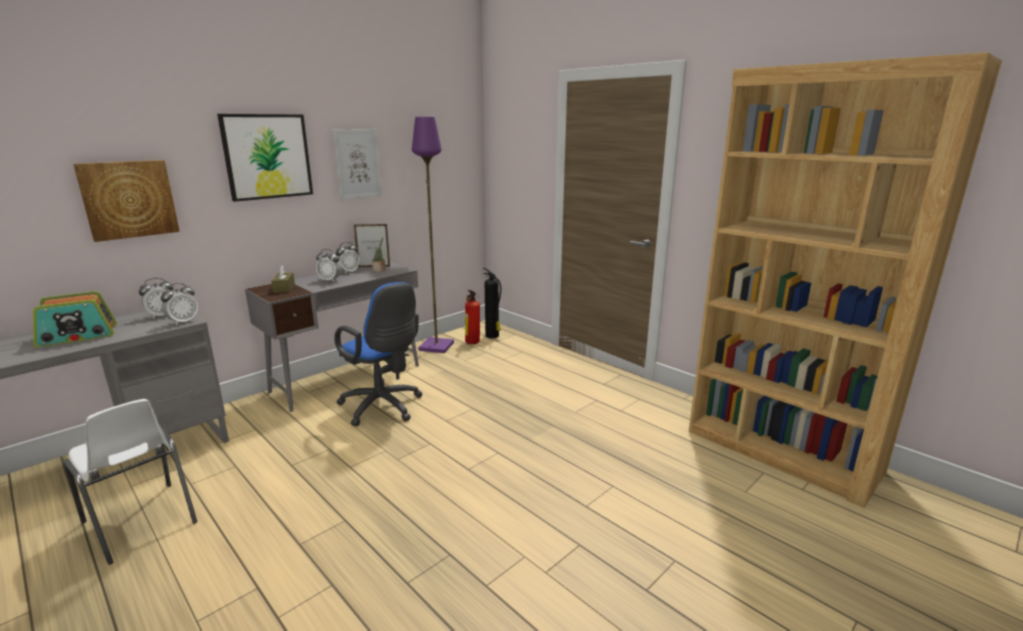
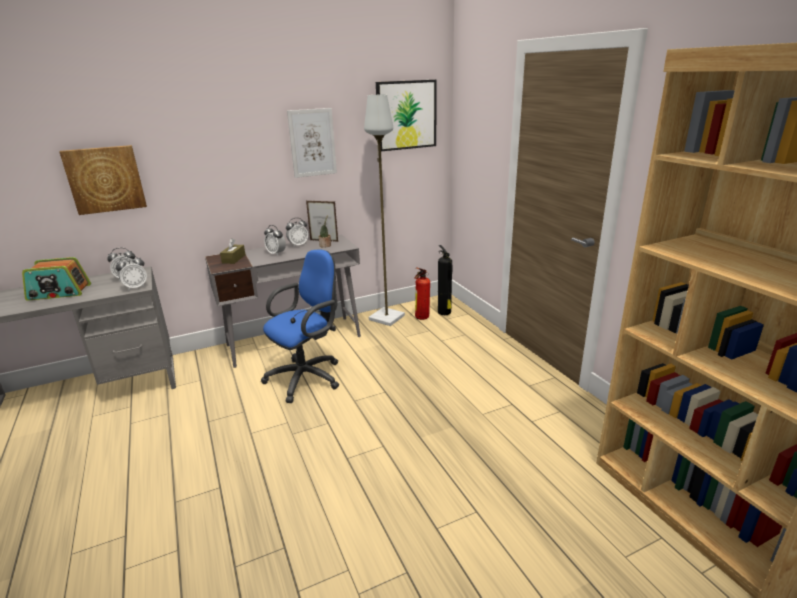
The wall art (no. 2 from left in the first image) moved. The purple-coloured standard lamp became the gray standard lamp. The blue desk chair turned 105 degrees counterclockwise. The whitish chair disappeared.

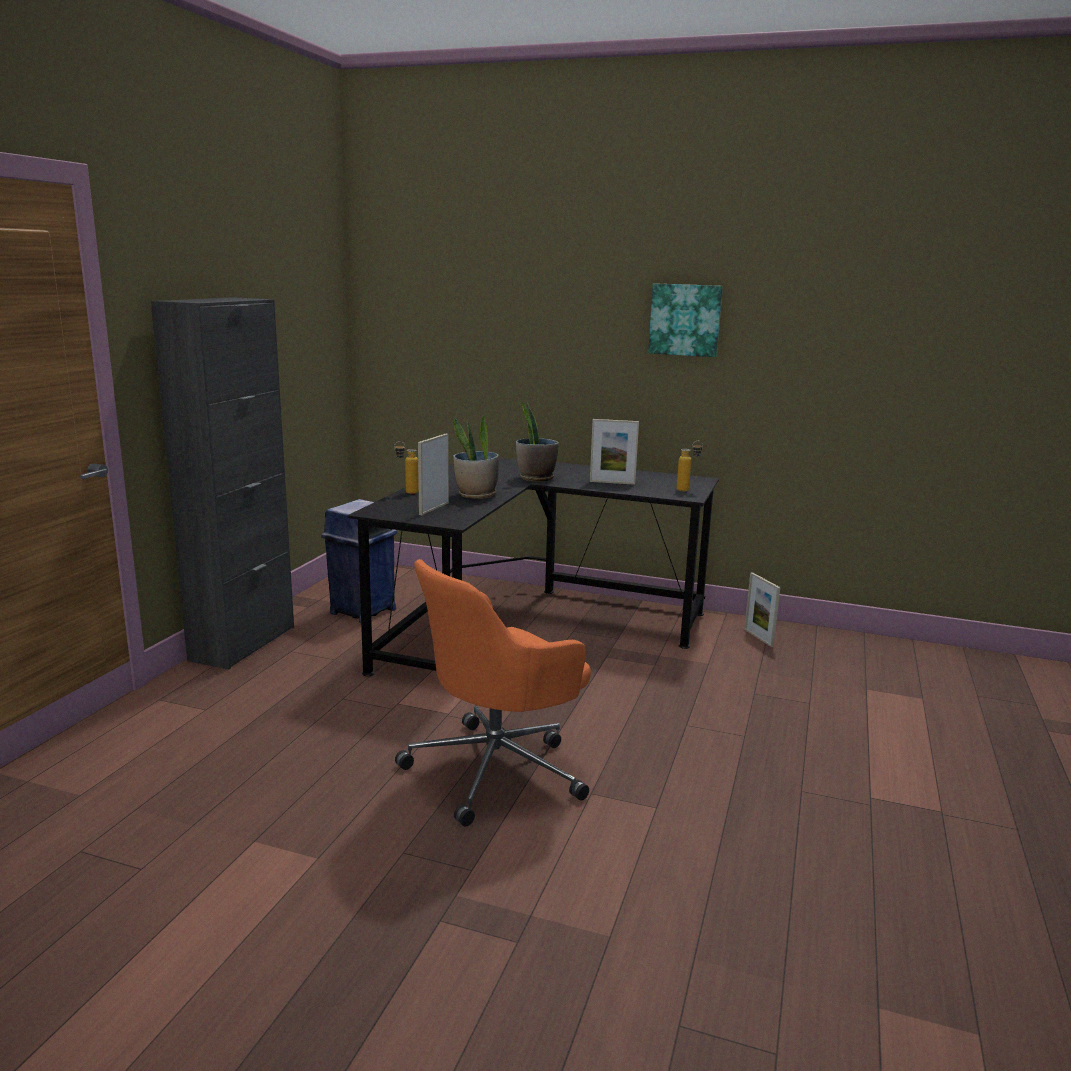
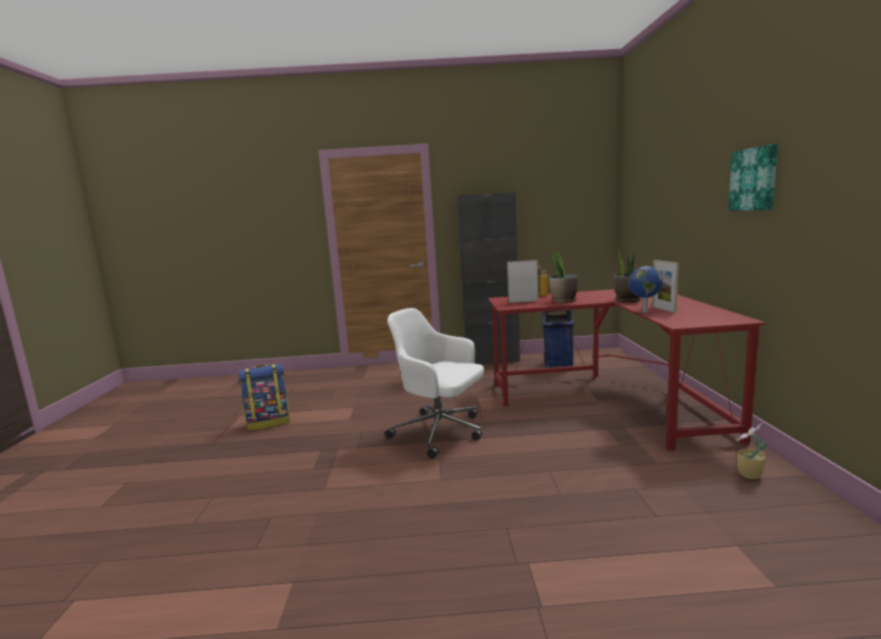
The beverage bottle (no. 2 from left) disappeared. The blackish desk unit became the red-coloured desk unit. The orangey desk chair became the whitish desk chair. The picture frame (no. 3 from left) was replaced by the potted plant (no. 3 from left). The world globe appeared. The knapsack appeared.

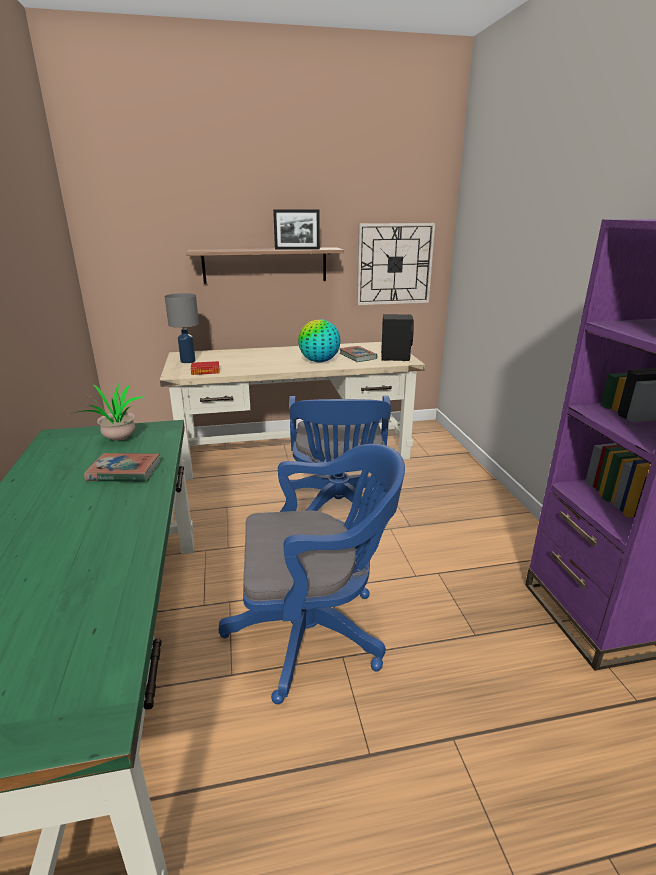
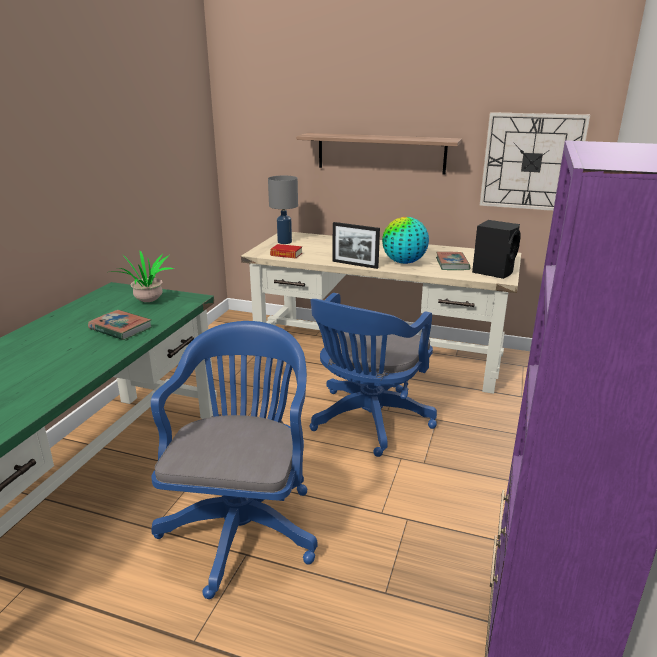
The picture frame moved. The blue desk chair (no. 1 from left) turned 105 degrees counterclockwise.

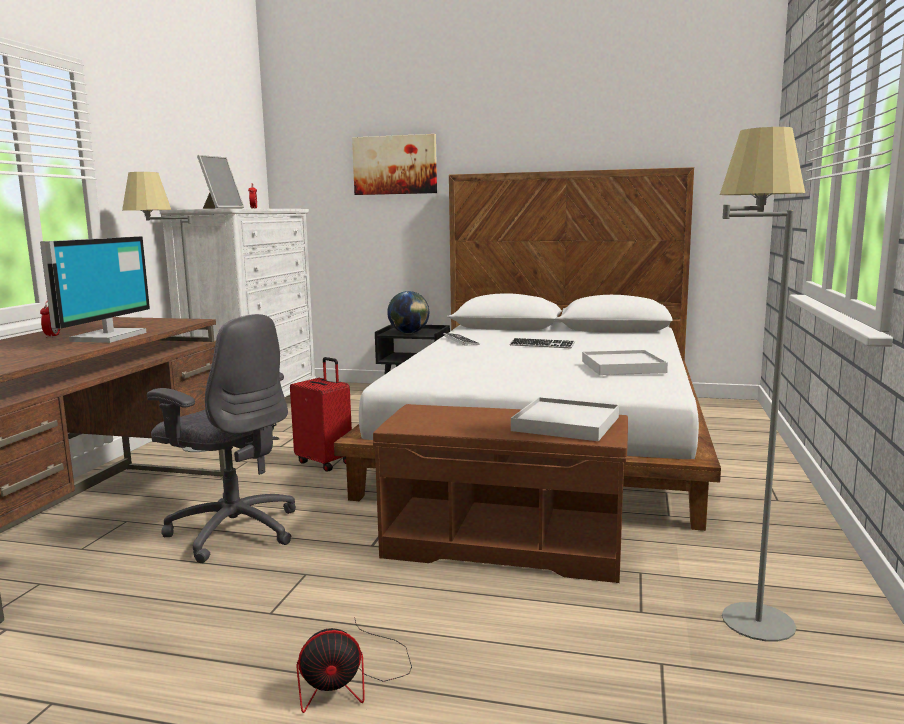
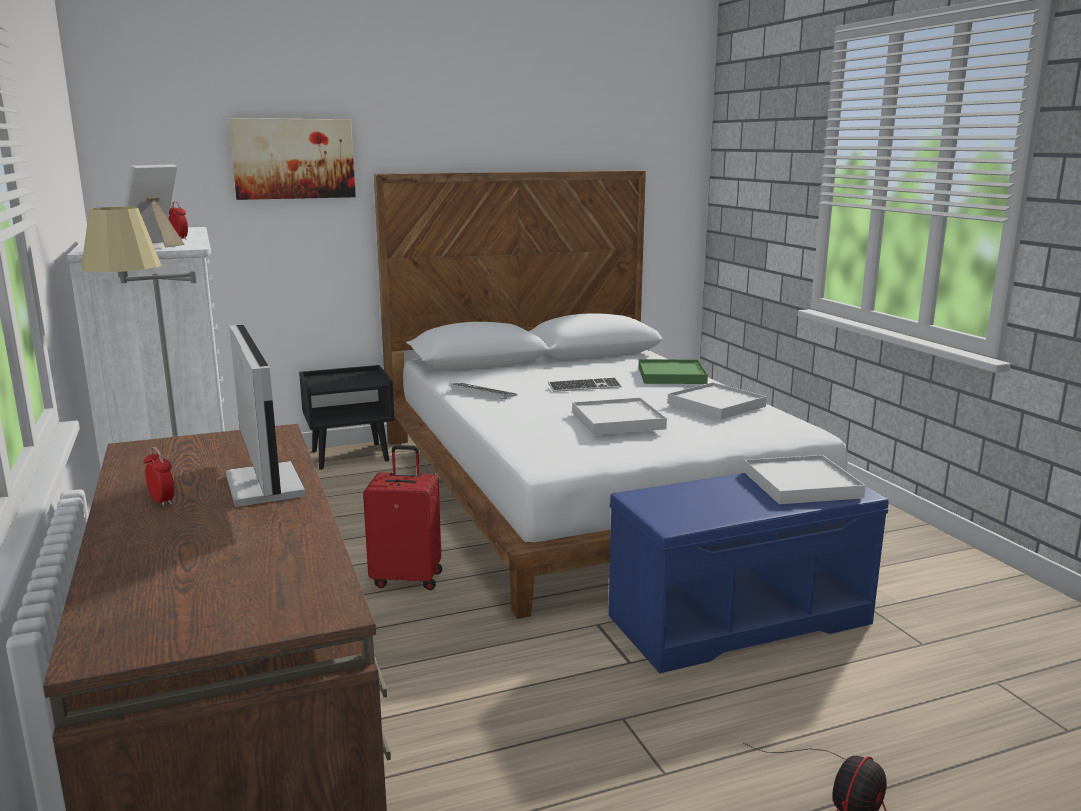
The gray standard lamp (no. 2 from left) disappeared. The picture frame turned 150 degrees counterclockwise. The world globe disappeared. The gray desk chair disappeared. The brown indoor bench became the blue indoor bench. The greenish serving tray appeared. The whitish serving tray (no. 1 from left) appeared.

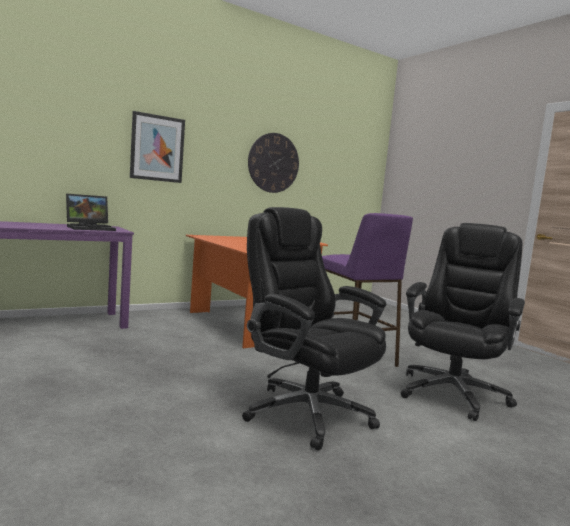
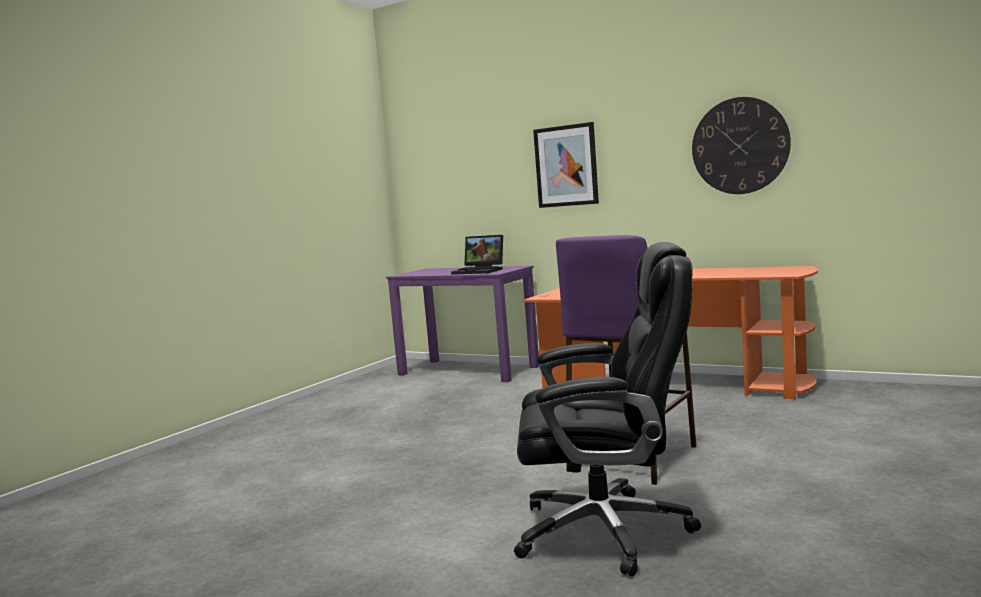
The blackish desk chair (no. 1 from left) disappeared.

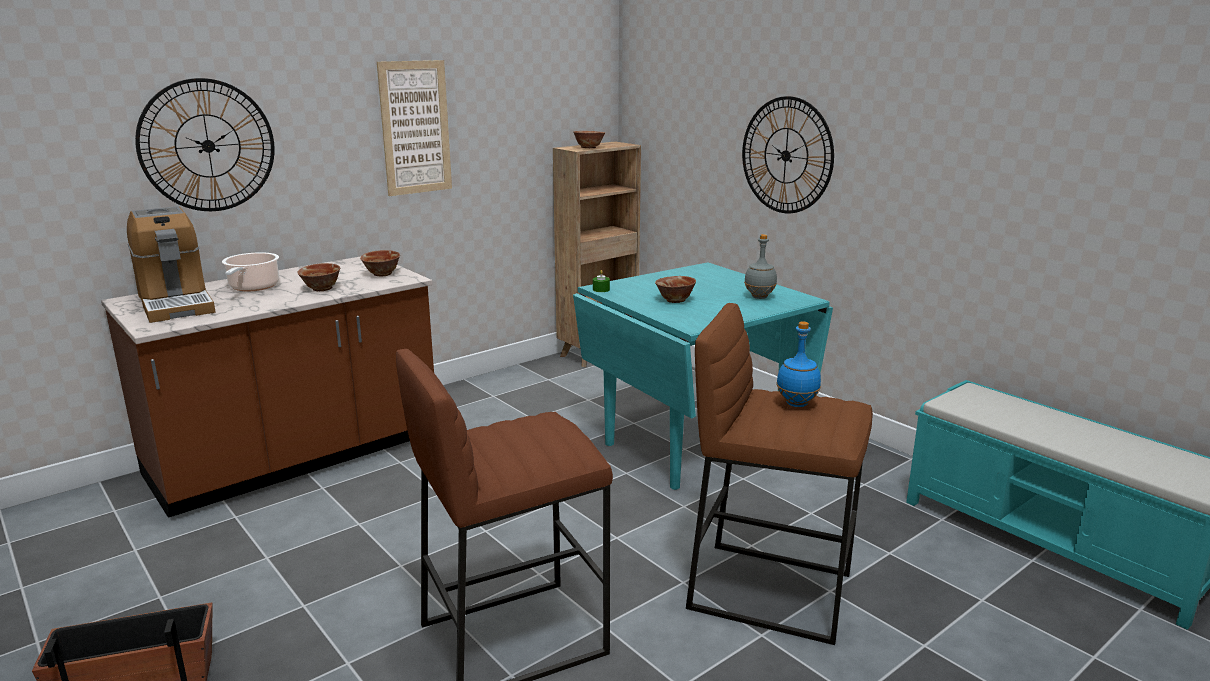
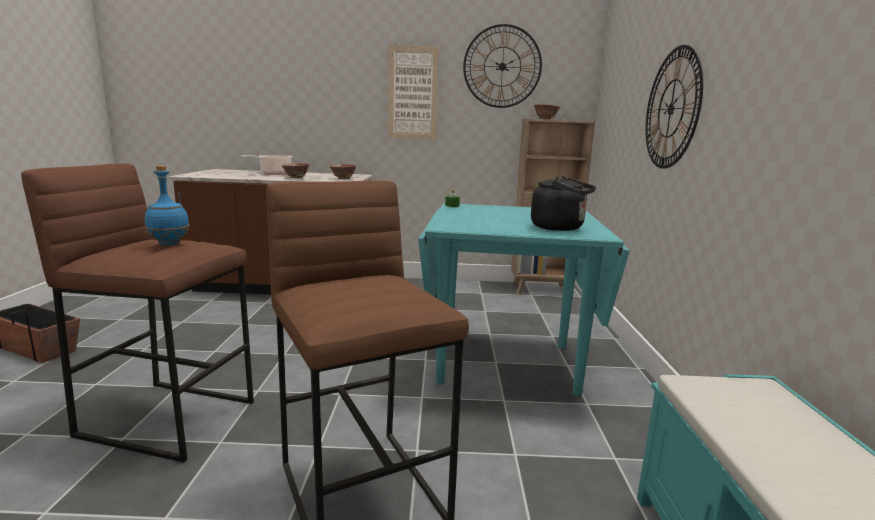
The clock on the wall (no. 1 from left) moved. The coffee machine disappeared. The gray beverage bottle was replaced by the blackish tea kettle. The bowl (no. 4 from left) disappeared. The blue beverage bottle moved.

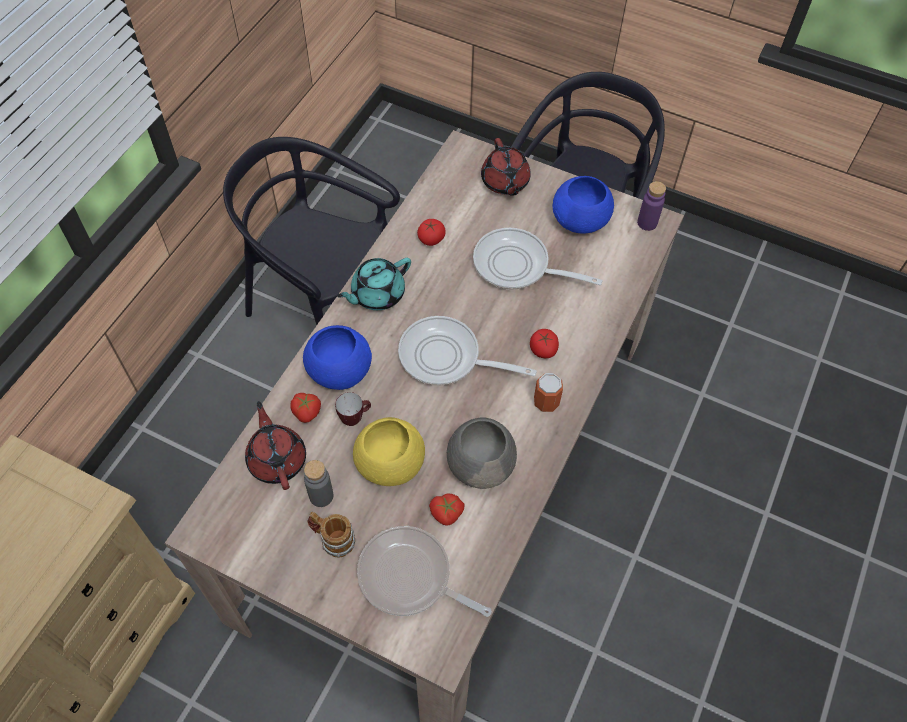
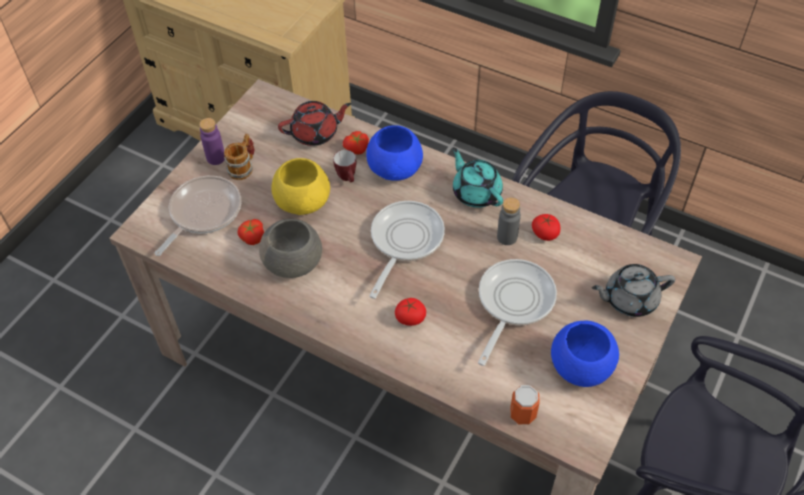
The red-coloured teapot (no. 2 from left) became the gray teapot. The purple-coloured beverage bottle moved. The sealed can moved. The gray beverage bottle moved.

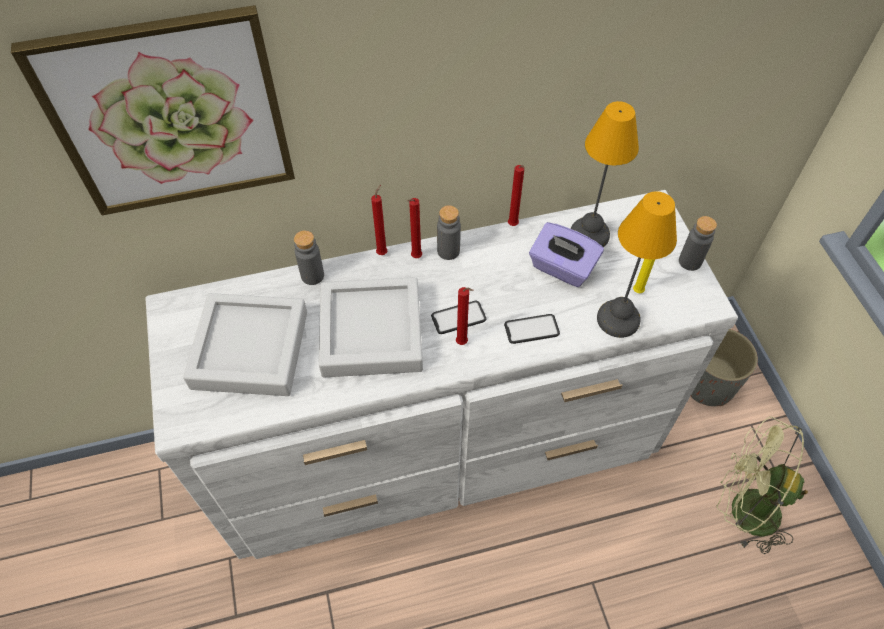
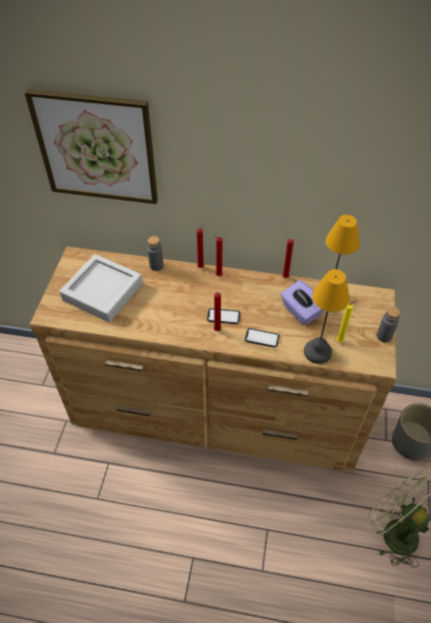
The whitish dresser became the brown dresser. The gray beverage bottle (no. 2 from left) disappeared. The gray serving tray (no. 2 from left) disappeared.

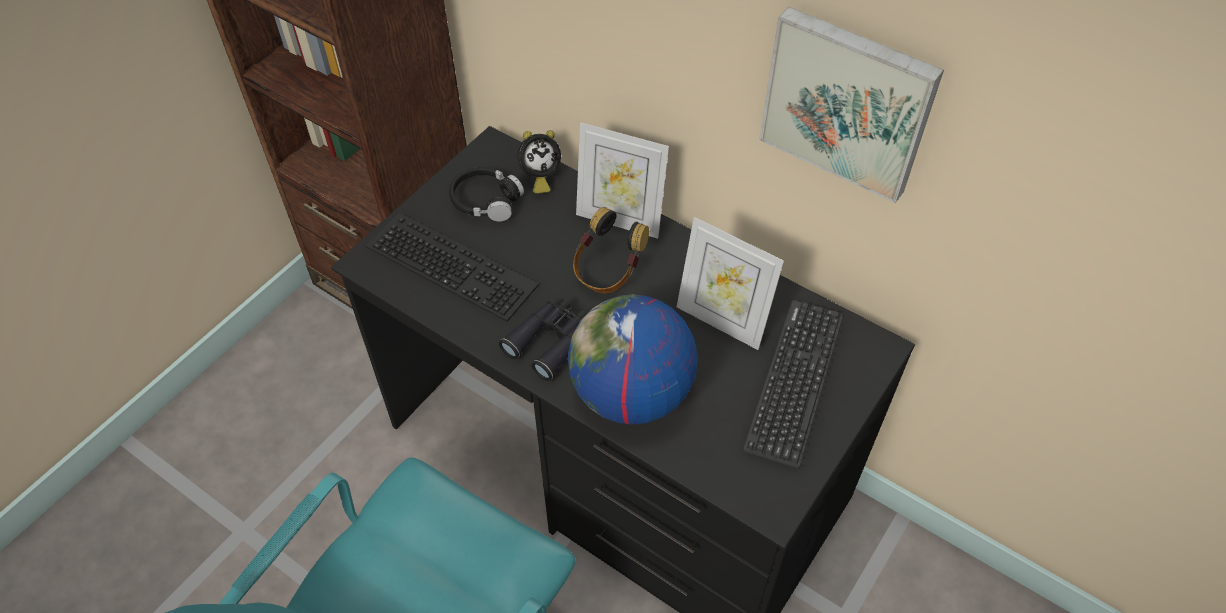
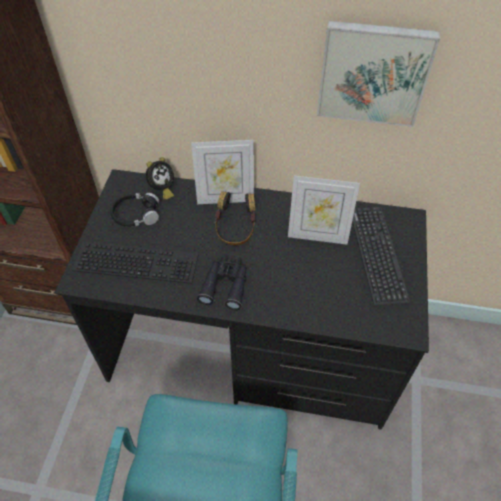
The world globe disappeared.

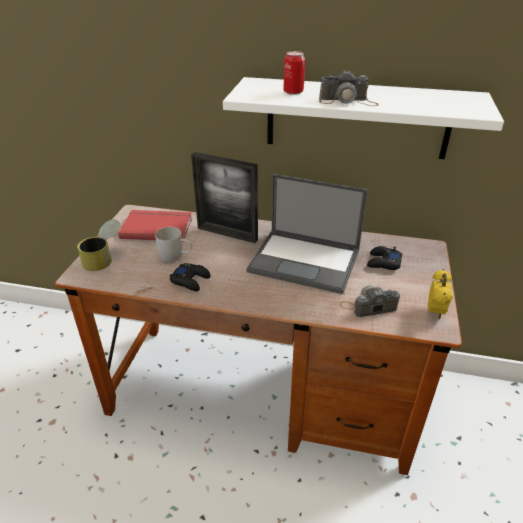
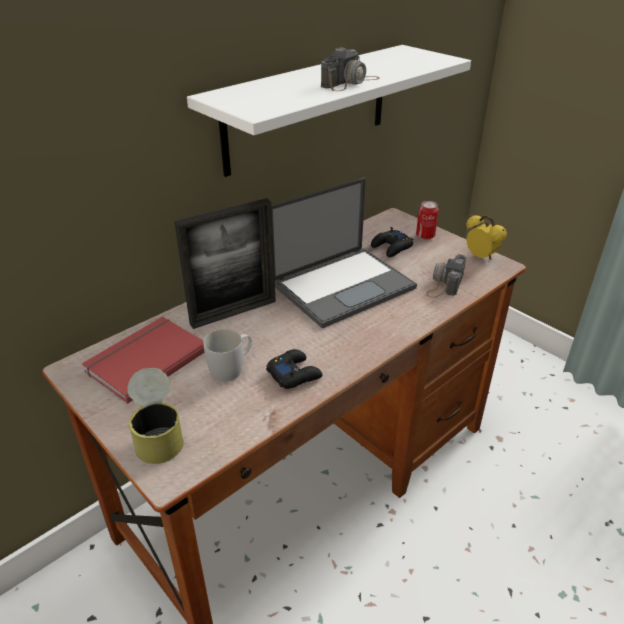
The sealed can (no. 2 from left) moved.

